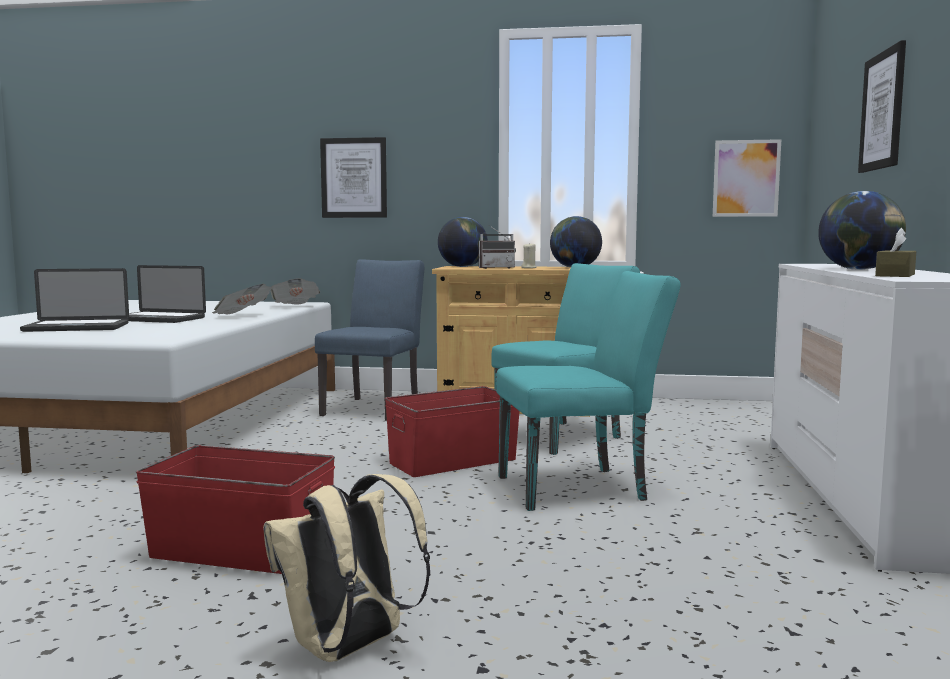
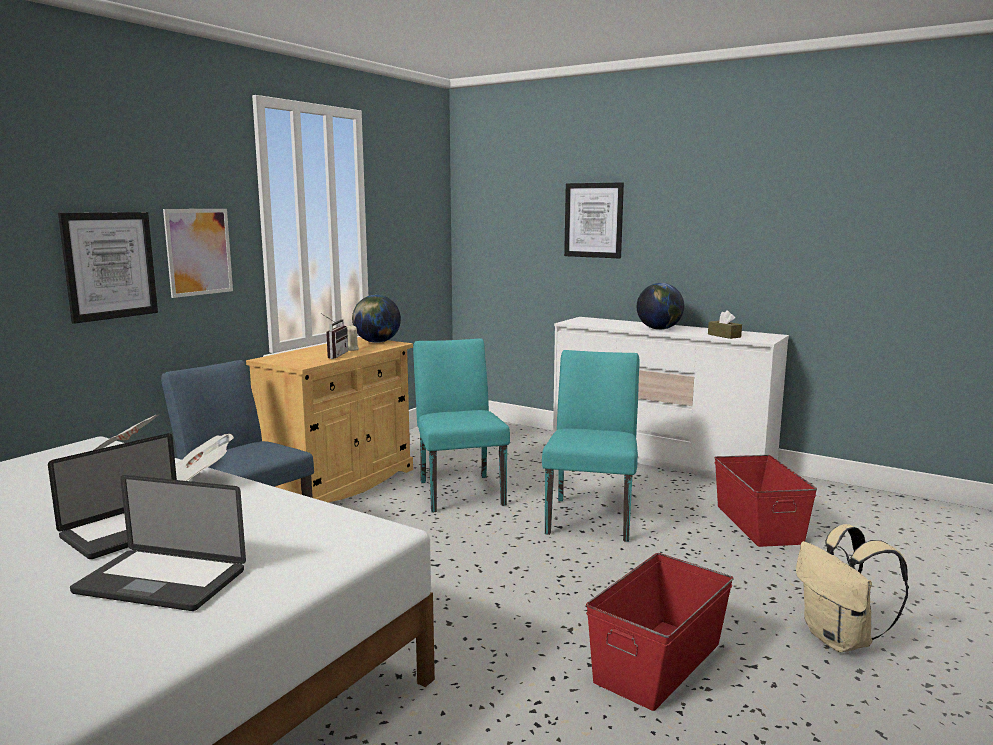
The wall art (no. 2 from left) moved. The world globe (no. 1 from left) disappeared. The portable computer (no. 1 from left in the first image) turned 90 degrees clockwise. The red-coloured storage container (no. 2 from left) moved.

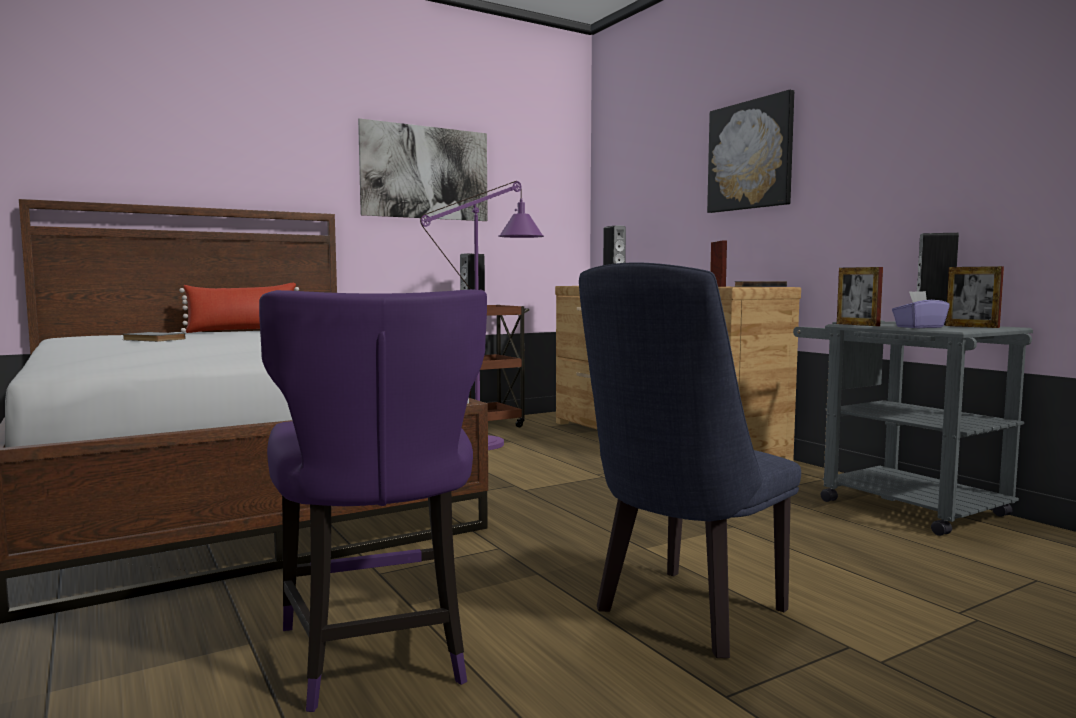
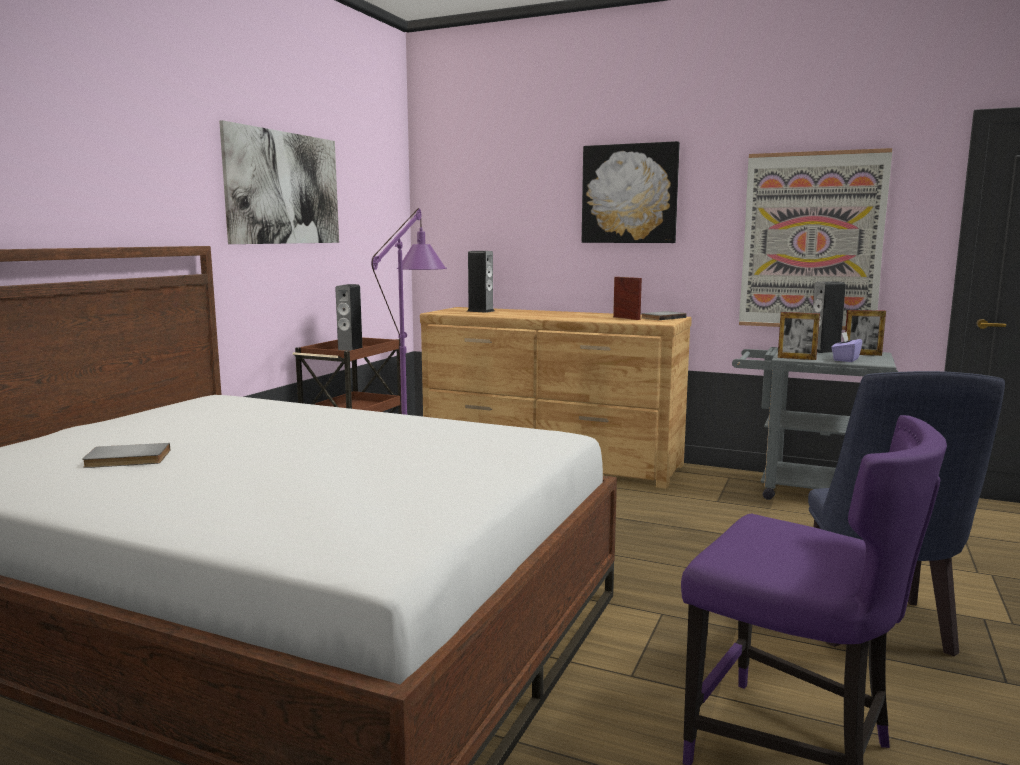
The red-coloured cushion disappeared. The wall art (no. 3 from left) appeared.

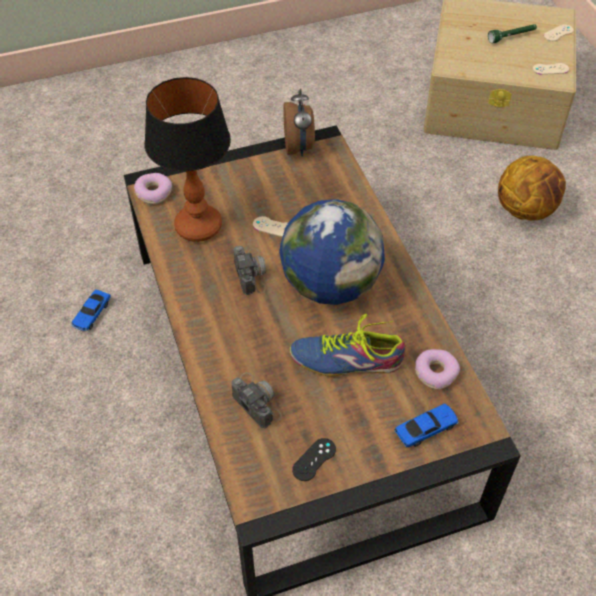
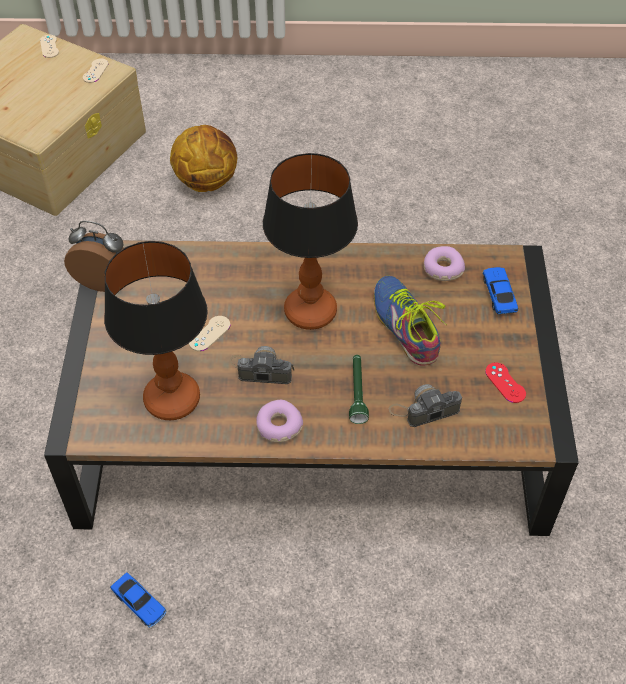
The greenish flashlight moved. The donut (no. 1 from left) moved. The world globe was replaced by the tabletop lamp (no. 2 from left). The low shoe turned 135 degrees clockwise. The blackish game controller became the red-coloured game controller.

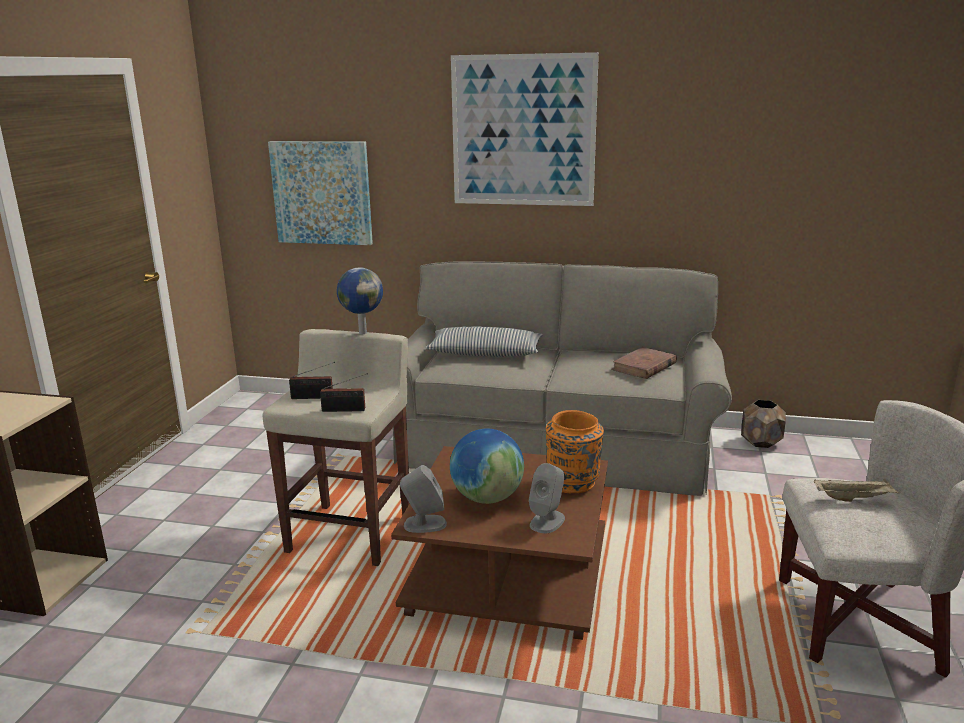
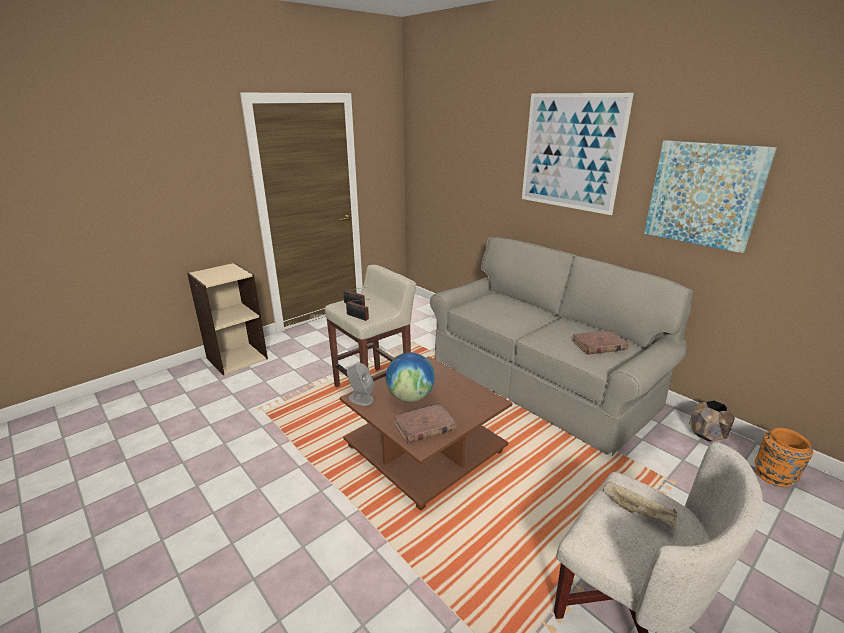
The wall art (no. 1 from left in the first image) moved. The world globe (no. 1 from left) disappeared. The cushion disappeared. The orangey flower vase moved. The gray speaker (no. 2 from left) was replaced by the brown book (no. 1 from left).

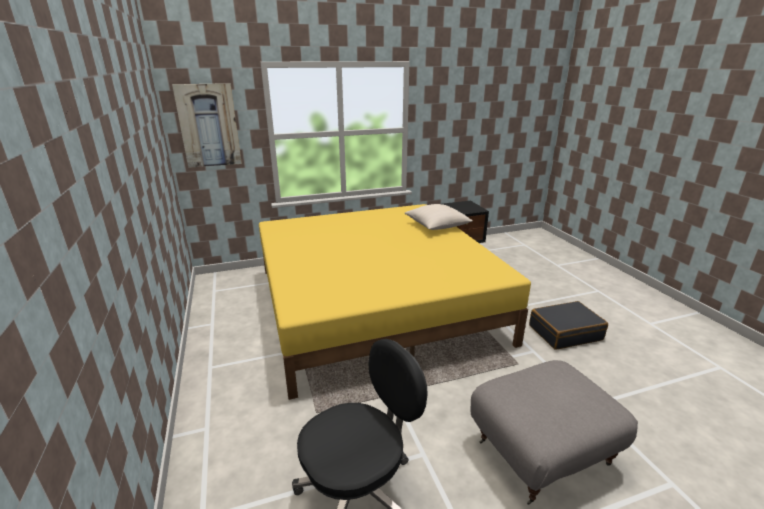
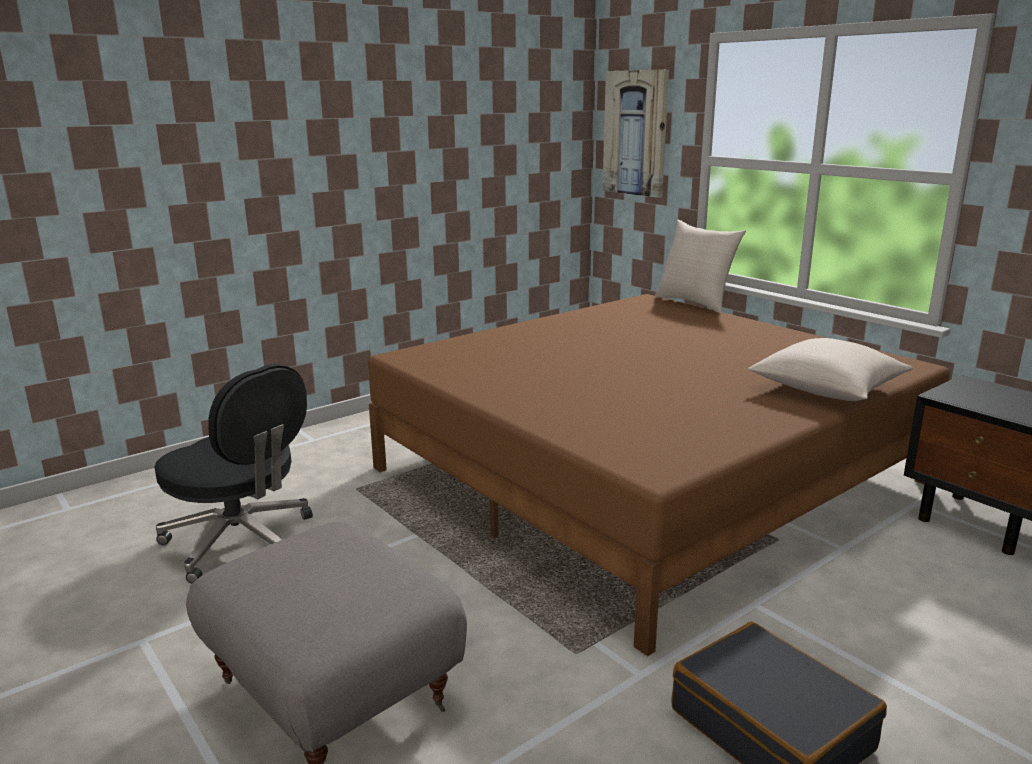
The yellowish bed became the brown bed. The beige cushion (no. 1 from left) appeared.

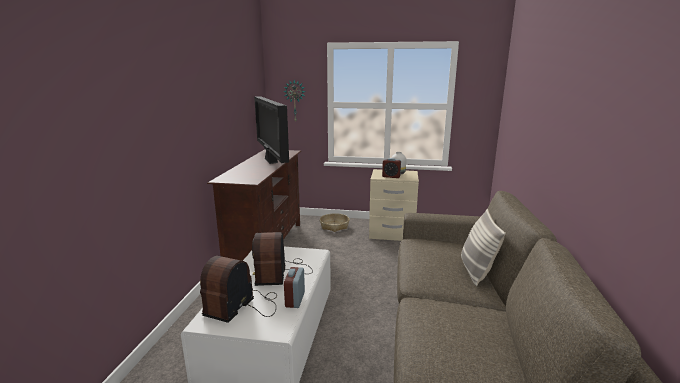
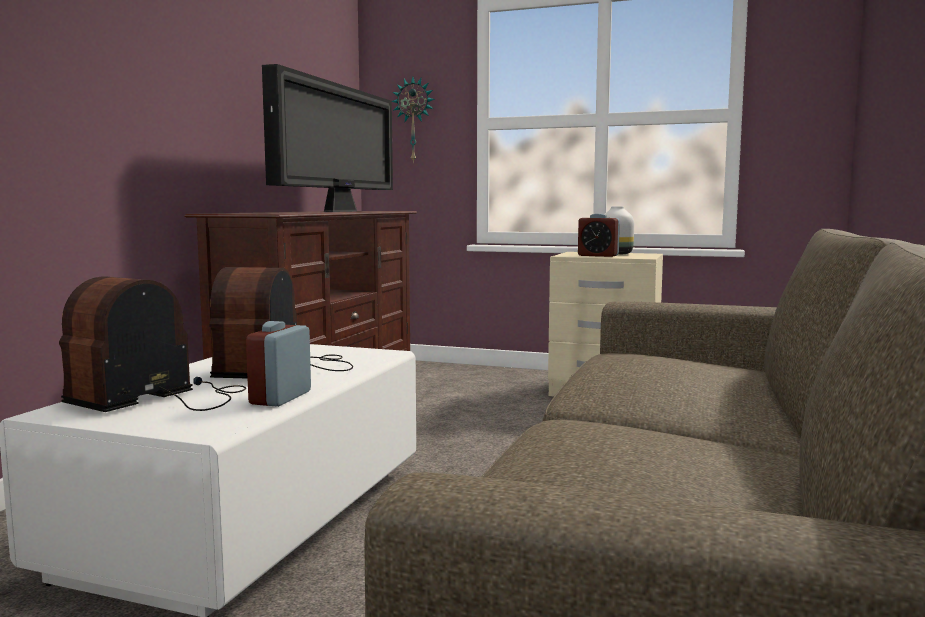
The TV set turned 150 degrees counterclockwise. The cushion disappeared. The household basket disappeared.

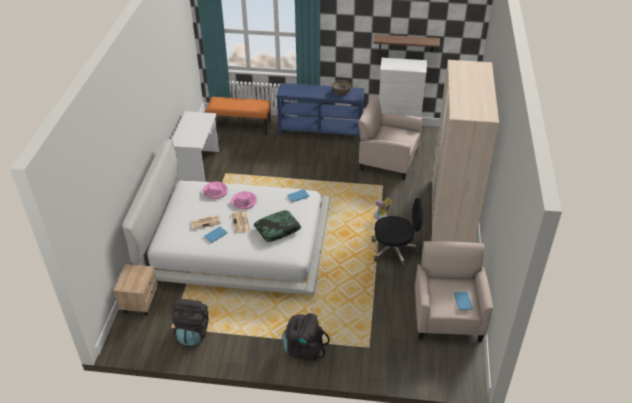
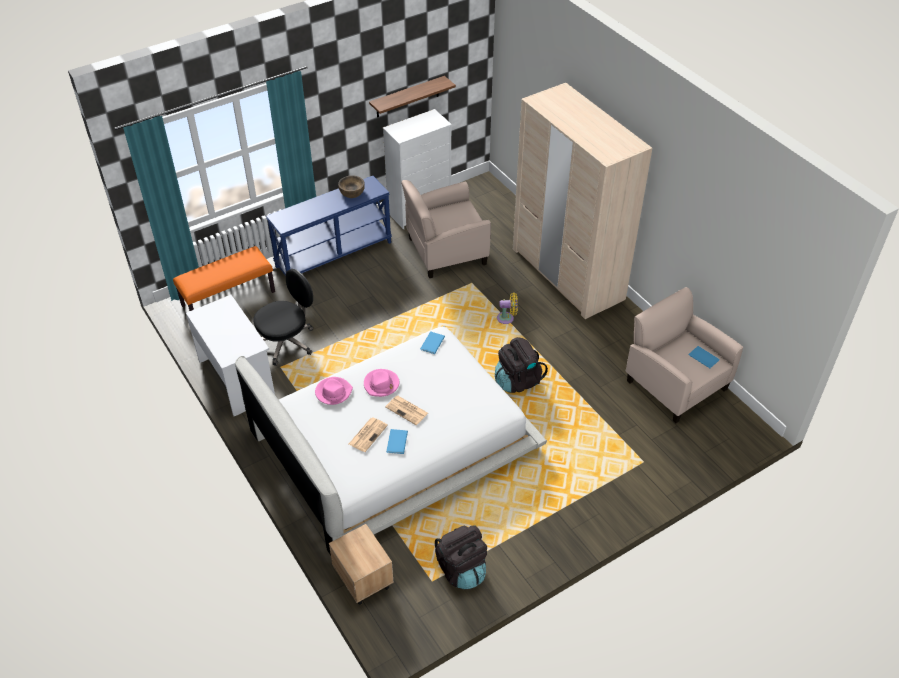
The blackish desk chair moved. The cushion disappeared. The blackish knapsack (no. 2 from left) moved.

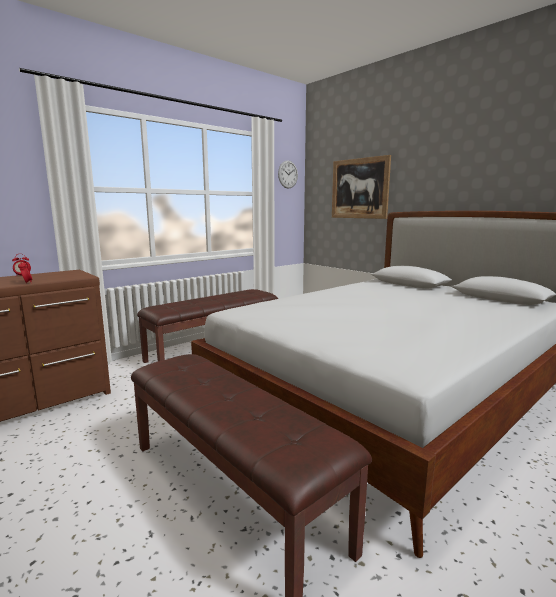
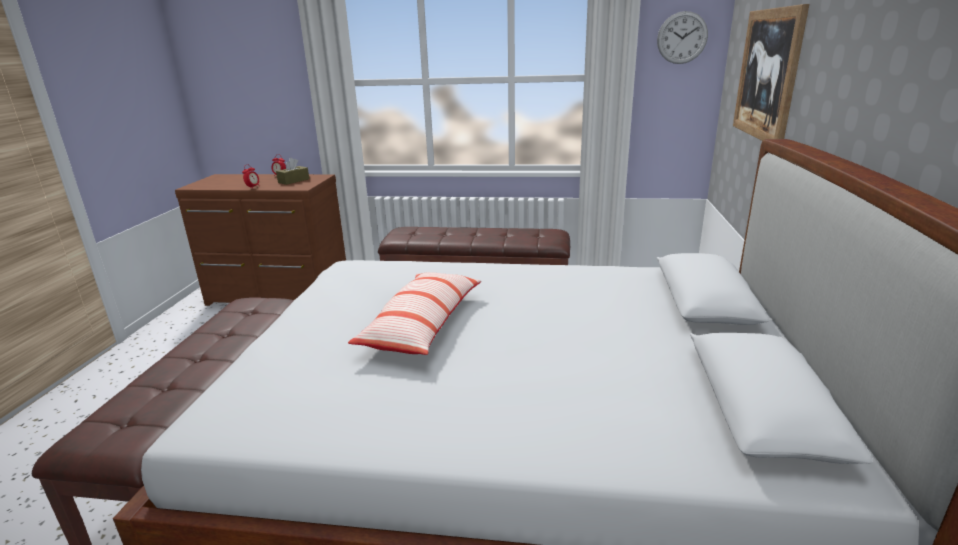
The brown tissue box appeared. The cushion appeared.

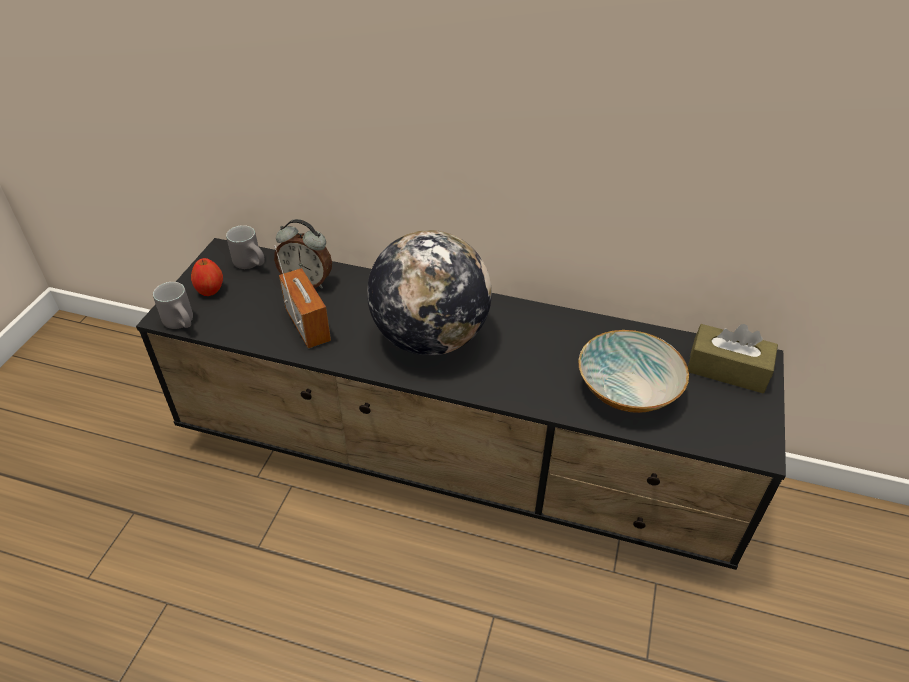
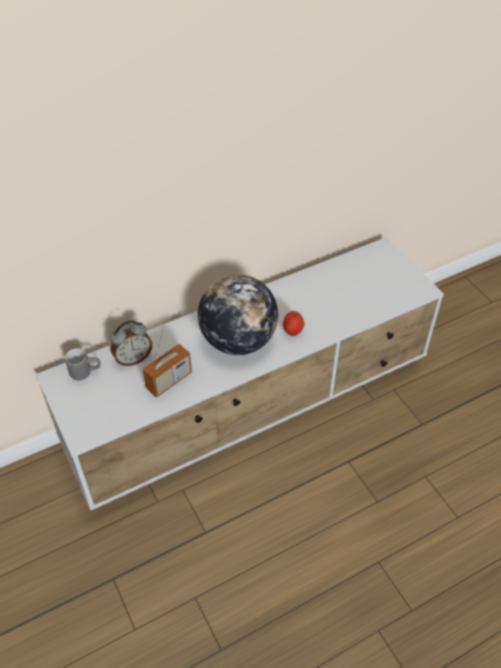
The blackish tv unit became the whitish tv unit. The radio turned 120 degrees clockwise. The apple fruit moved. The gray mug (no. 1 from left) disappeared. The brown tissue box disappeared. The bowl disappeared.

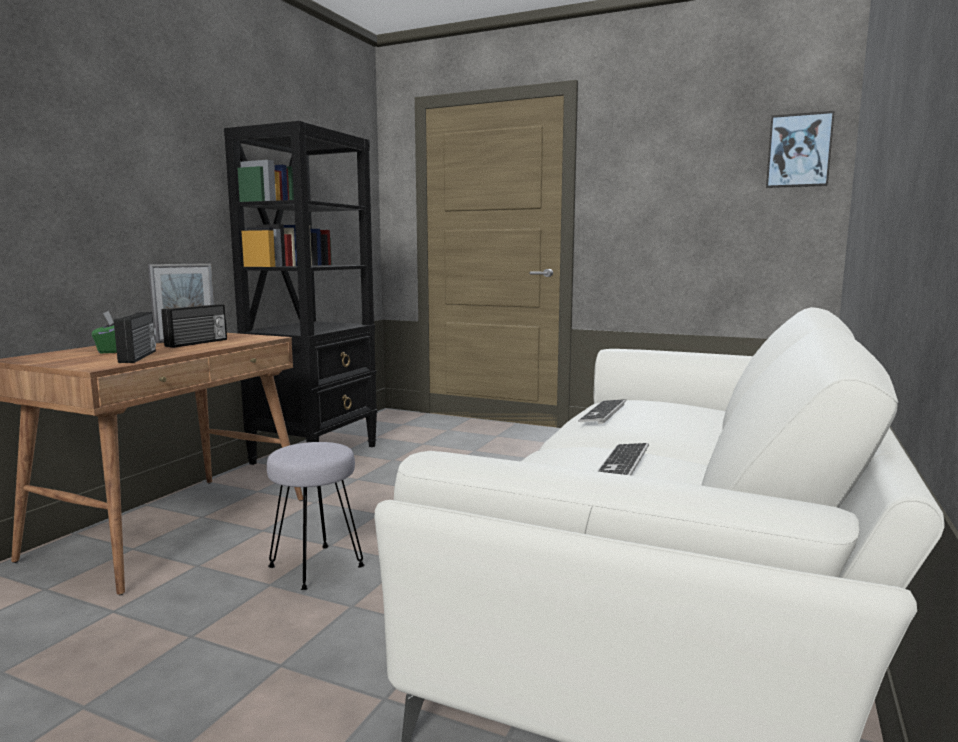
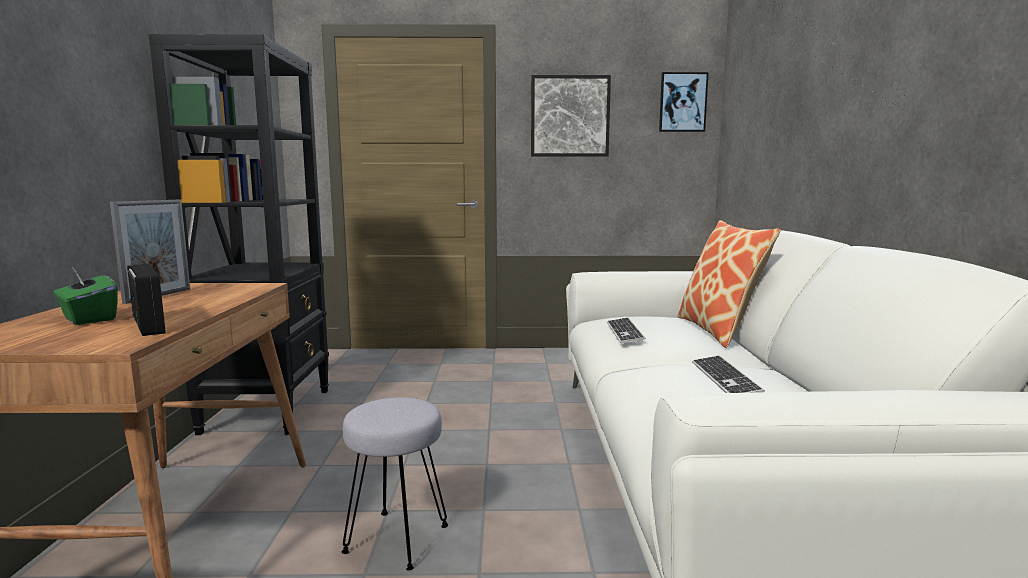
The radio (no. 2 from left) disappeared. The wall art (no. 1 from left) appeared. The cushion appeared.

